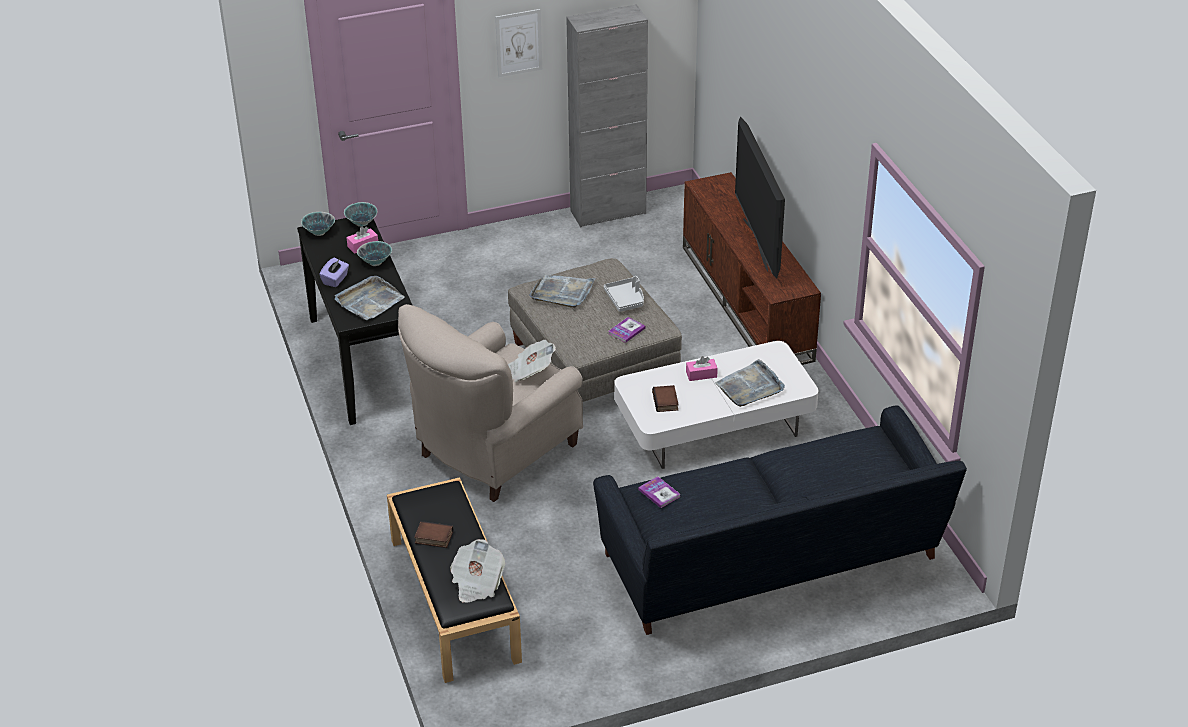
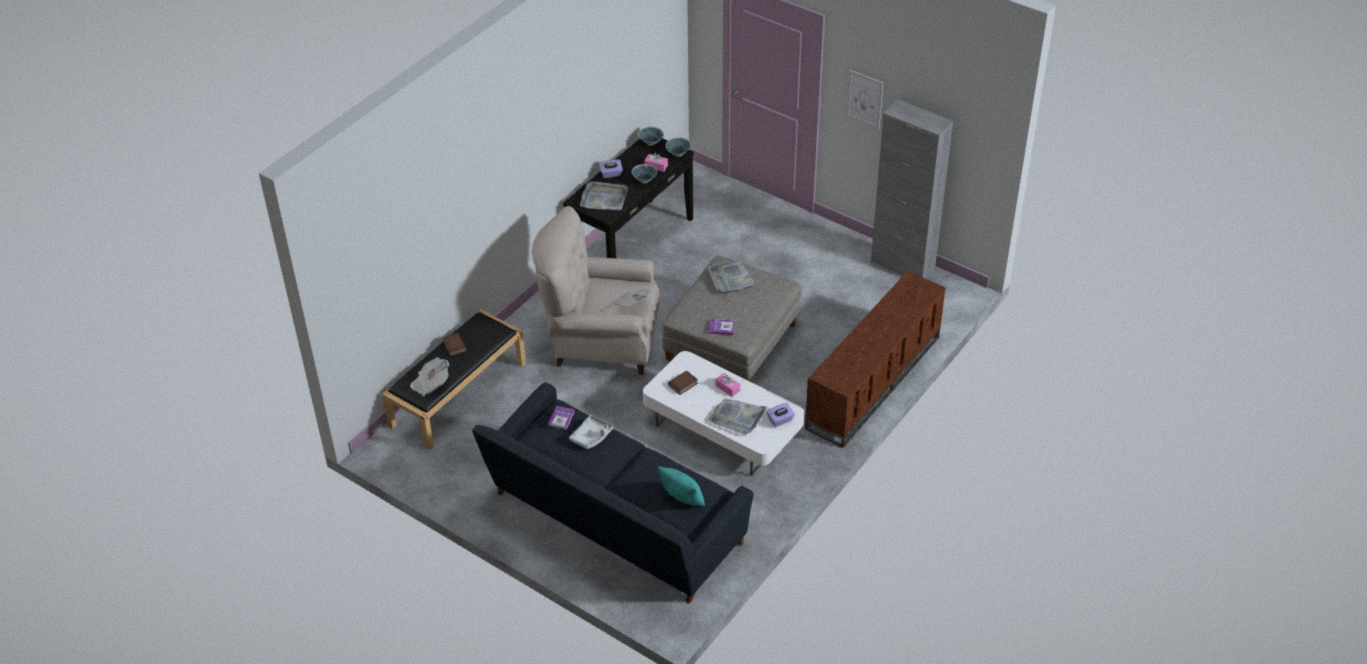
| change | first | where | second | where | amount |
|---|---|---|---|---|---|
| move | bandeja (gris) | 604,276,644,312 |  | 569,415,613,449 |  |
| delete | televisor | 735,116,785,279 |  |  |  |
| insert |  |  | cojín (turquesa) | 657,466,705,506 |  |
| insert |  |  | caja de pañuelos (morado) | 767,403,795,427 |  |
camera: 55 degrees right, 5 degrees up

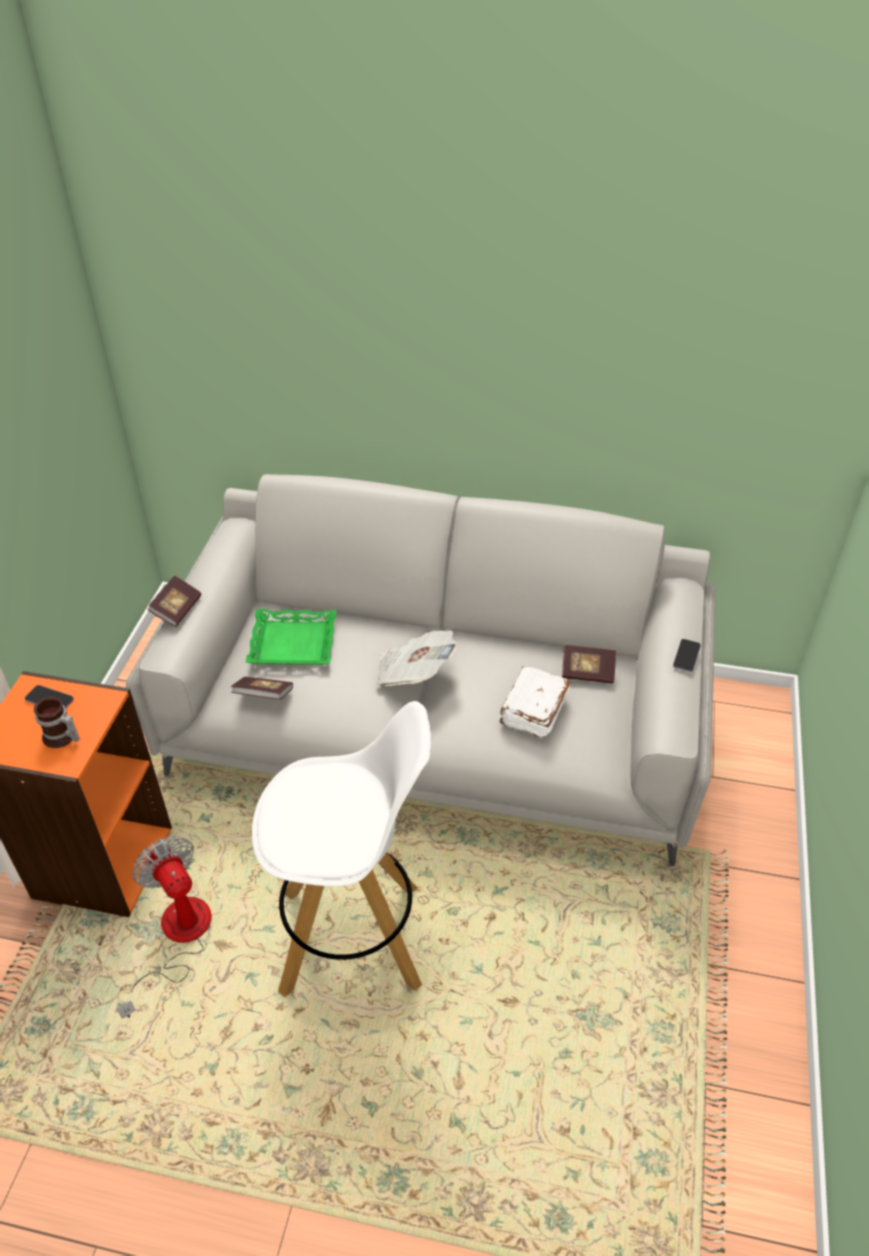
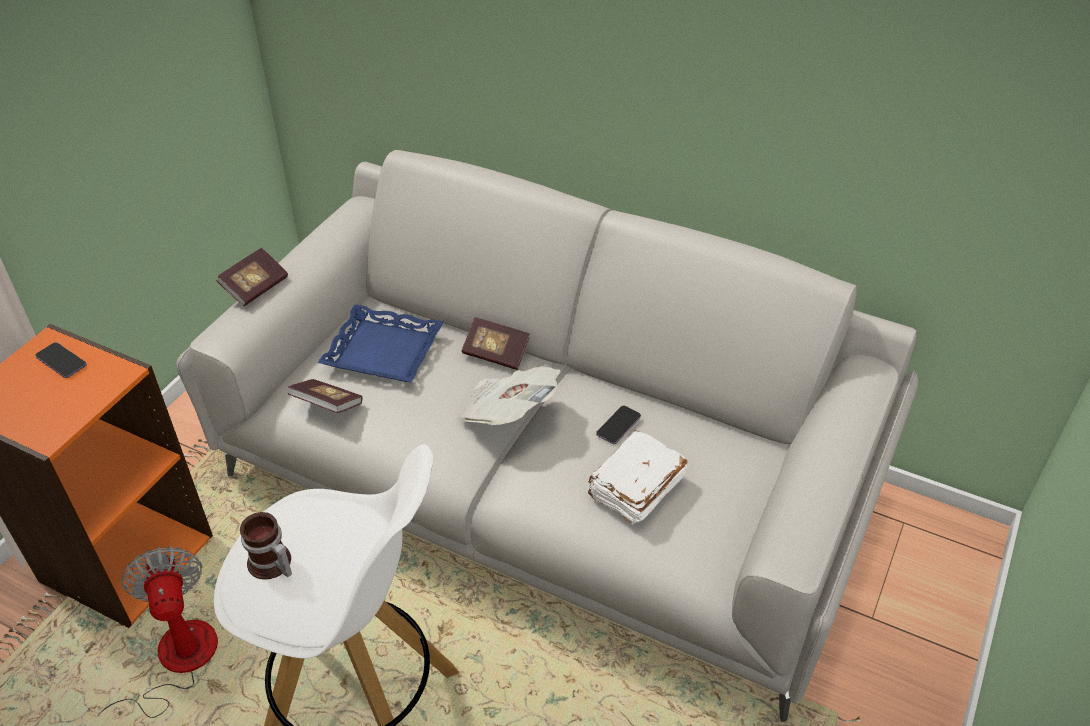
| change | first | where | second | where | amount |
|---|---|---|---|---|---|
| move | taza grande | 34,696,80,748 |  | 240,512,292,580 |  |
| recolor | bandeja (verde) | 245,609,337,665 | bandeja (azul) | 318,304,444,382 |  |
| move | libro | 562,645,616,683 |  | 462,317,530,370 |  |
| move | móvil | 673,639,701,672 |  | 596,405,641,444 |  |
camera: 15 degrees right, 0 degrees up

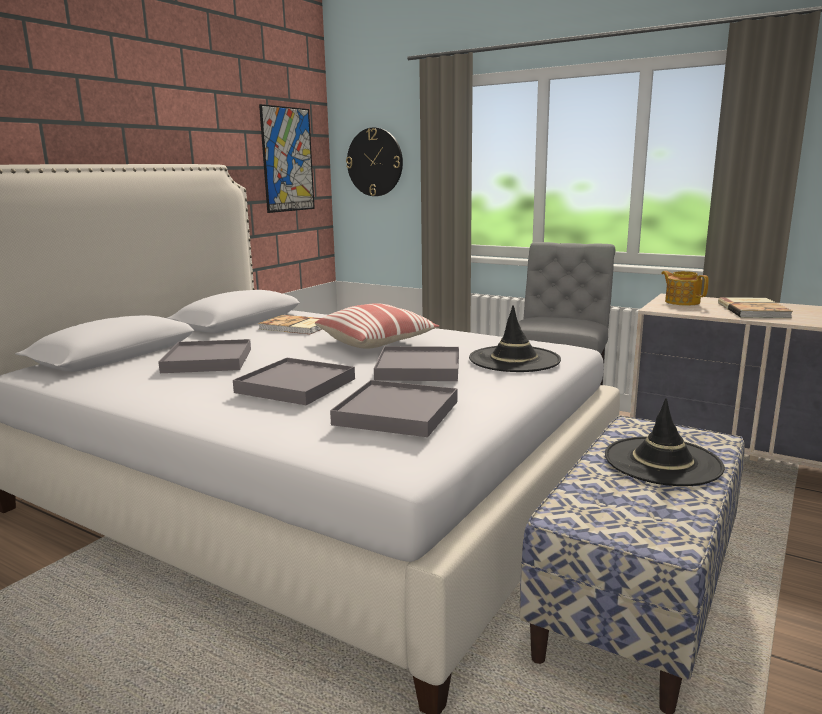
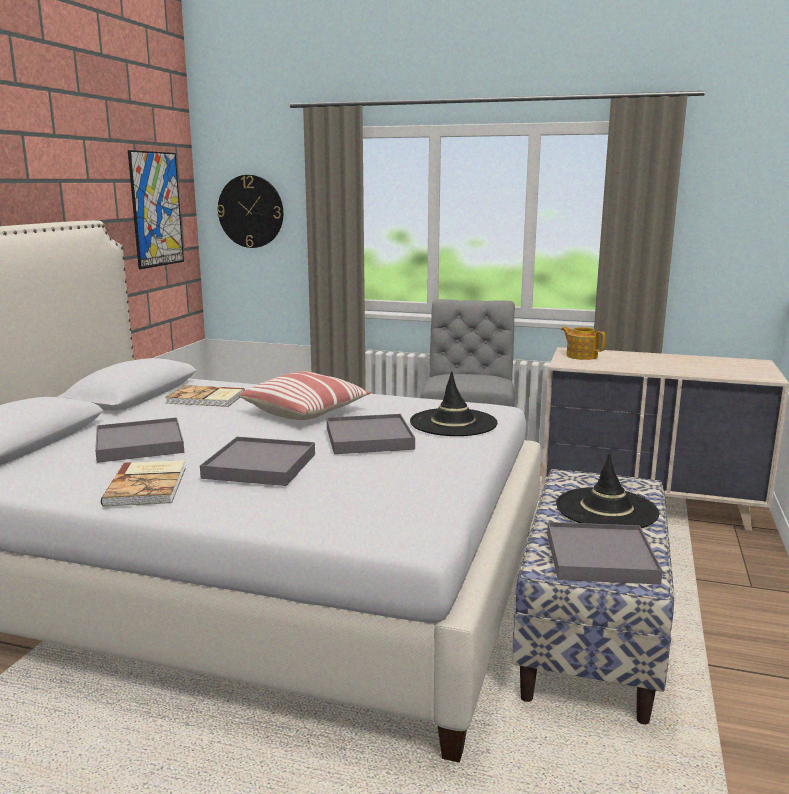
| change | first | where | second | where | amount |
|---|---|---|---|---|---|
| move | bandeja (gris) | 330,380,457,437 |  | 547,522,663,584 |  |
| move | libro | 718,297,793,318 |  | 101,460,186,507 |  |
camera: 15 degrees left, 0 degrees up

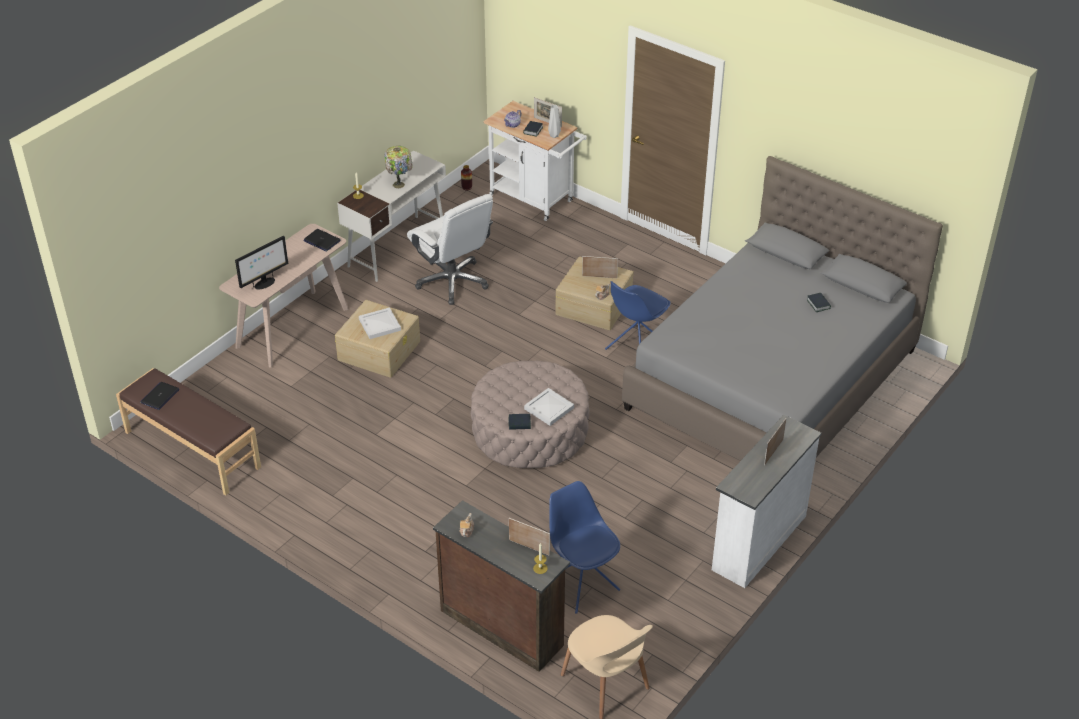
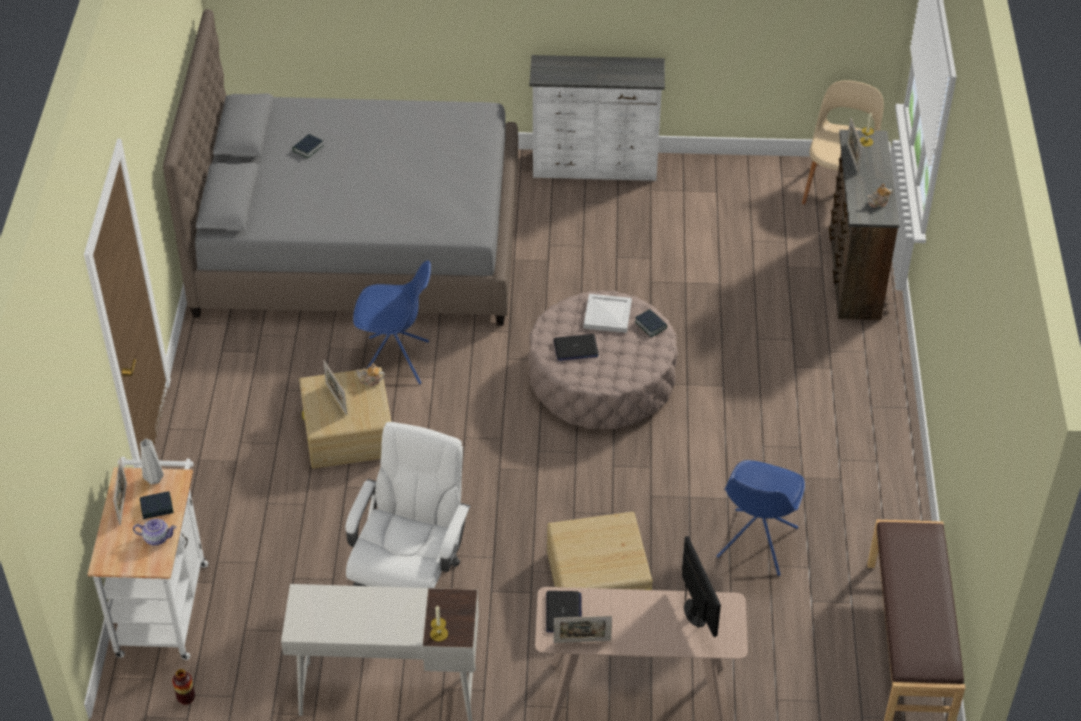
| change | first | where | second | where | amount |
|---|---|---|---|---|---|
| move | portátil | 140,382,180,410 |  | 553,334,599,361 |  |
| rotate | monitor | 235,236,288,289 |  | 682,536,721,637 | 60 degrees clockwise |
| delete | bandeja (blanco) | 359,307,401,339 |  |  |  |
| delete | lámpara de mesa | 385,146,412,188 |  |  |  |
| move | silla (azul) | 549,481,620,614 |  | 717,460,805,576 |  |
| move | portarretratos | 764,418,786,465 |  | 554,616,612,643 |  |
camera: 125 degrees left, 5 degrees up

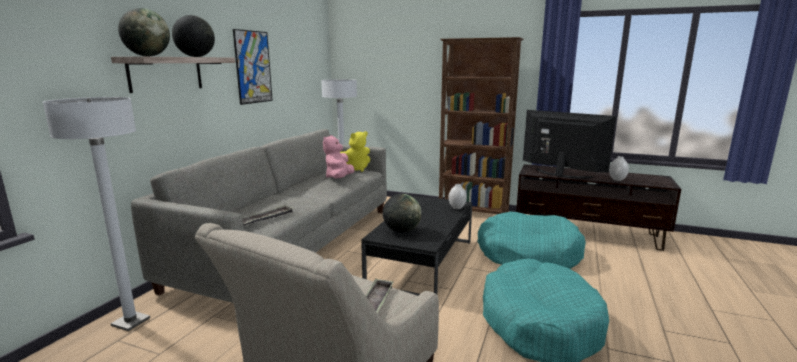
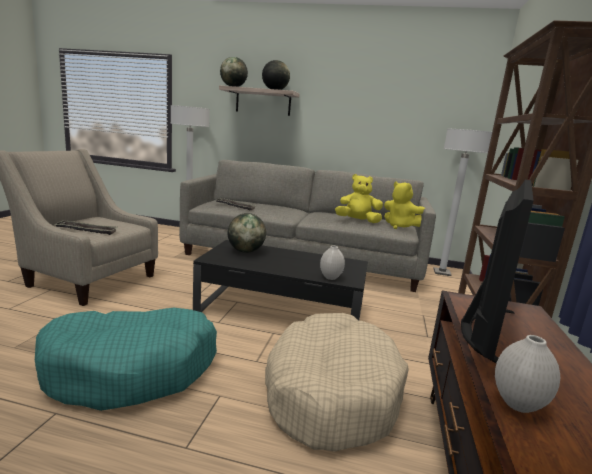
| change | first | where | second | where | amount |
|---|---|---|---|---|---|
| delete | cuadro | 233,29,273,105 |  |  |  |
| recolor | peluche (rosa) | 323,135,355,178 | peluche (amarillo) | 335,174,383,223 |  |
| recolor | cama para perro (turquesa) | 478,212,586,269 | cama para perro (beis) | 265,313,409,452 |  |
camera: 80 degrees right, 0 degrees up

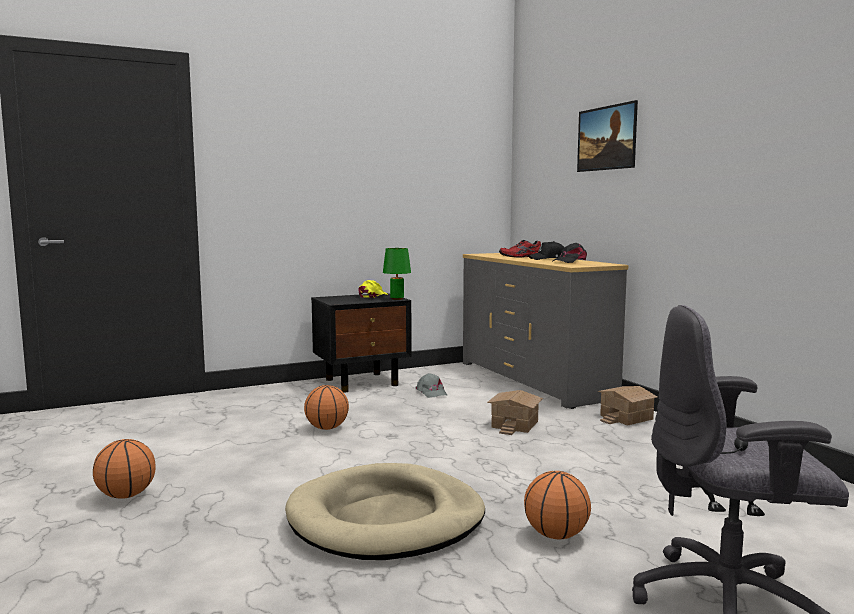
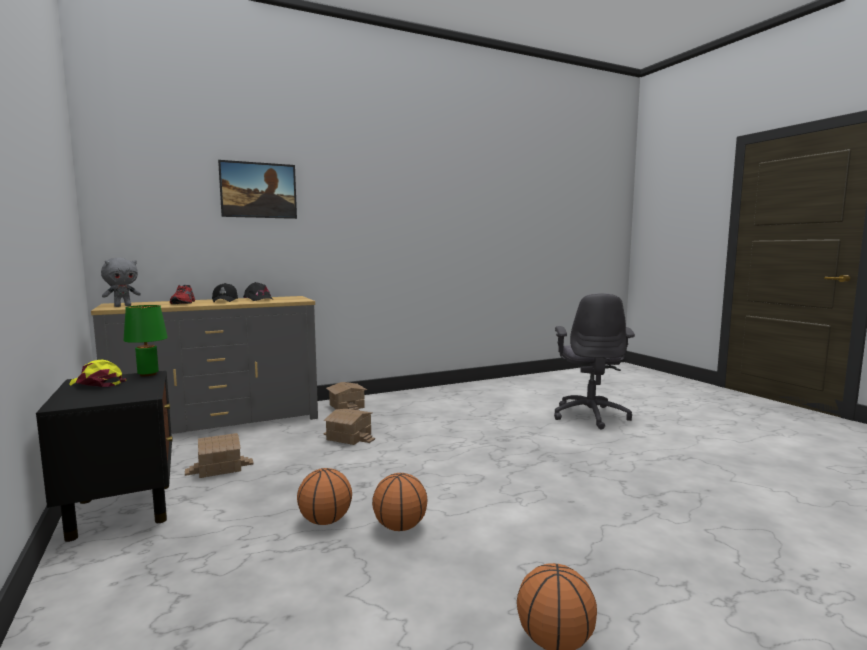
| change | first | where | second | where | amount |
|---|---|---|---|---|---|
| delete | cama para perro (beis) | 285,463,485,560 |  |  |  |
| replace | gorra (gris) | 415,373,448,398 | casita | 185,433,254,478 |  |
| move | balón de baloncesto | 524,471,591,539 |  | 372,473,428,531 |  |
| insert |  |  | peluche (gris) | 101,258,141,307 |  |
camera: 90 degrees left, 0 degrees up

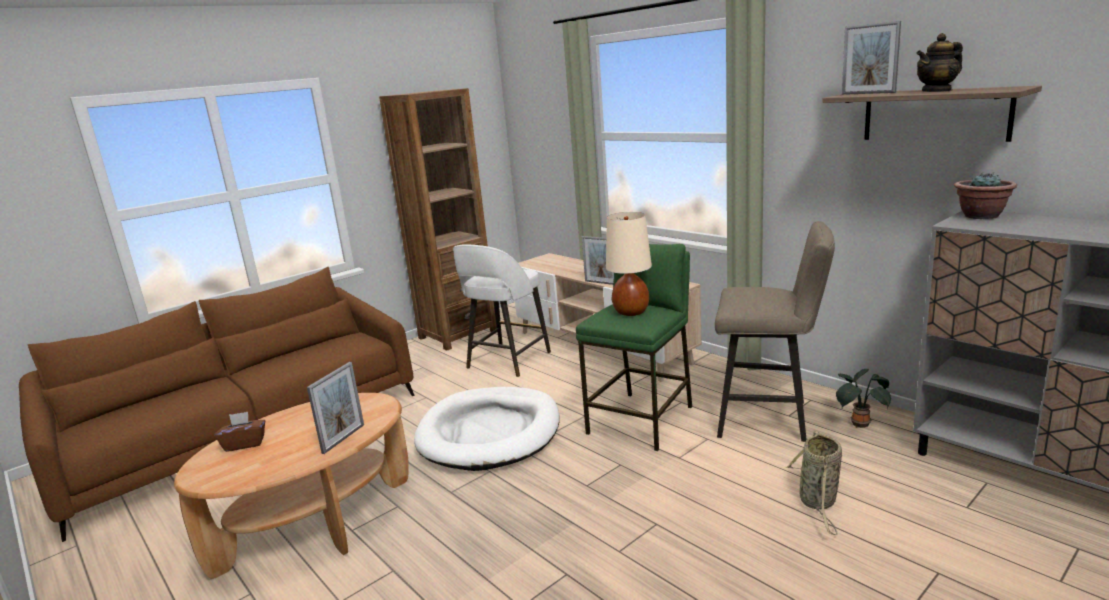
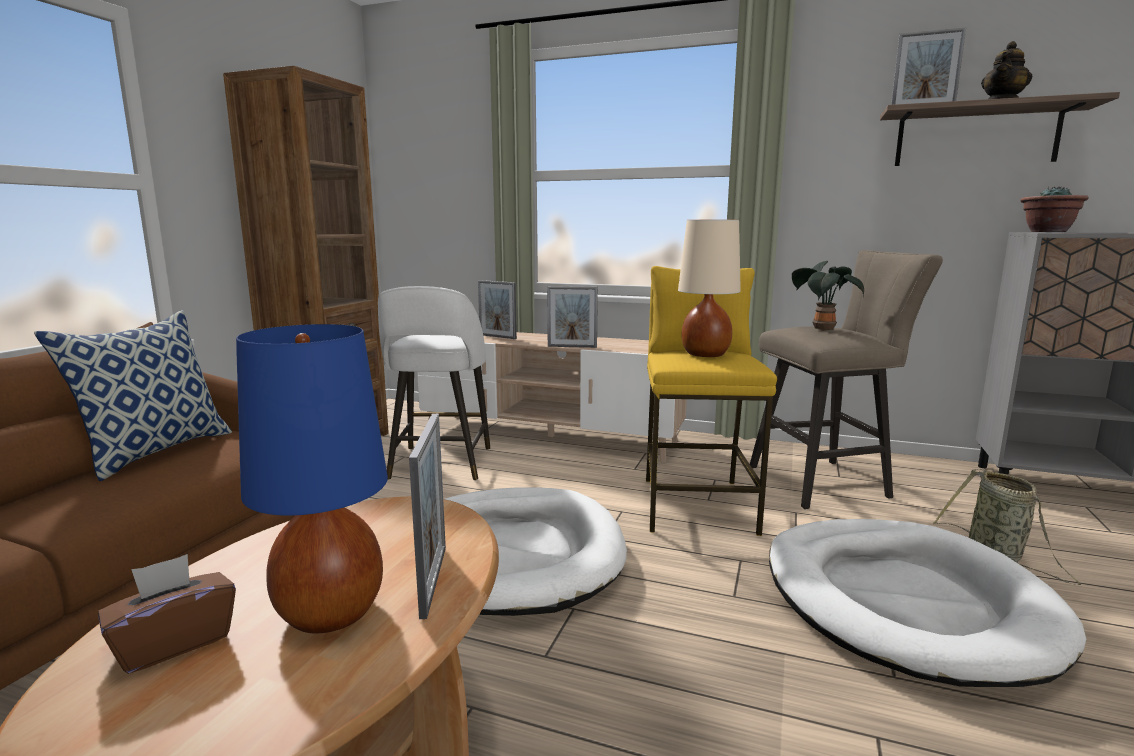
| change | first | where | second | where | amount |
|---|---|---|---|---|---|
| recolor | taburete (verde) | 576,244,692,451 | taburete (amarillo) | 646,266,777,536 |  |
| move | planta en maceta | 836,369,891,428 |  | 792,261,864,331 |  |
| insert |  |  | cojín | 34,310,232,481 |  |
| insert |  |  | lámpara de mesa (azul) | 236,324,388,633 |  |
| insert |  |  | portarretratos | 478,280,517,339 |  |
| insert |  |  | cama para perro (blanco) | 769,519,1086,687 |  |
camera: 30 degrees left, 5 degrees down

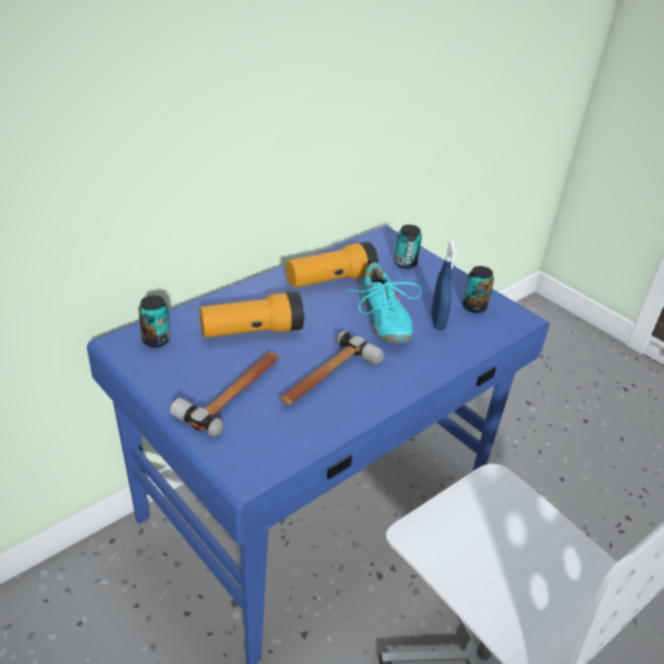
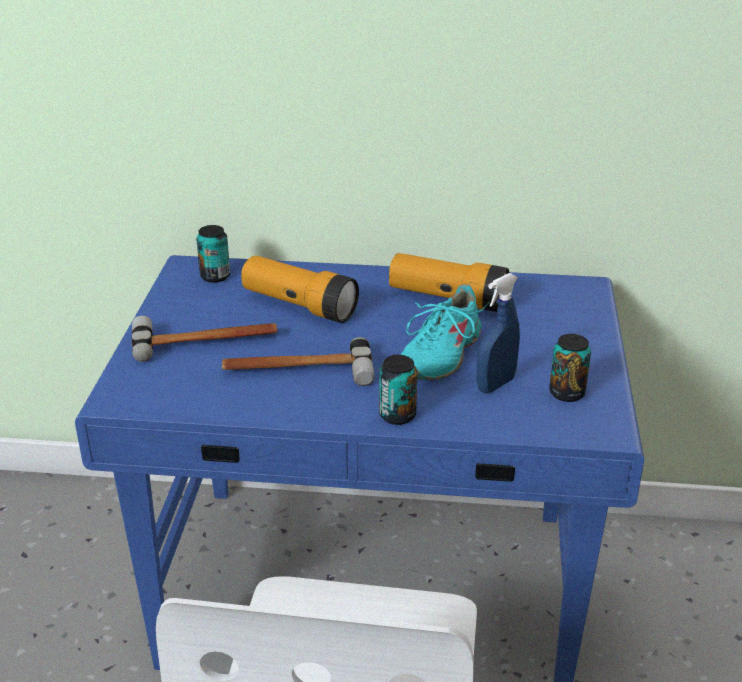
| change | first | where | second | where | amount |
|---|---|---|---|---|---|
| move | lata | 395,225,422,269 |  | 379,355,417,425 |  |
camera: 50 degrees right, 5 degrees down

